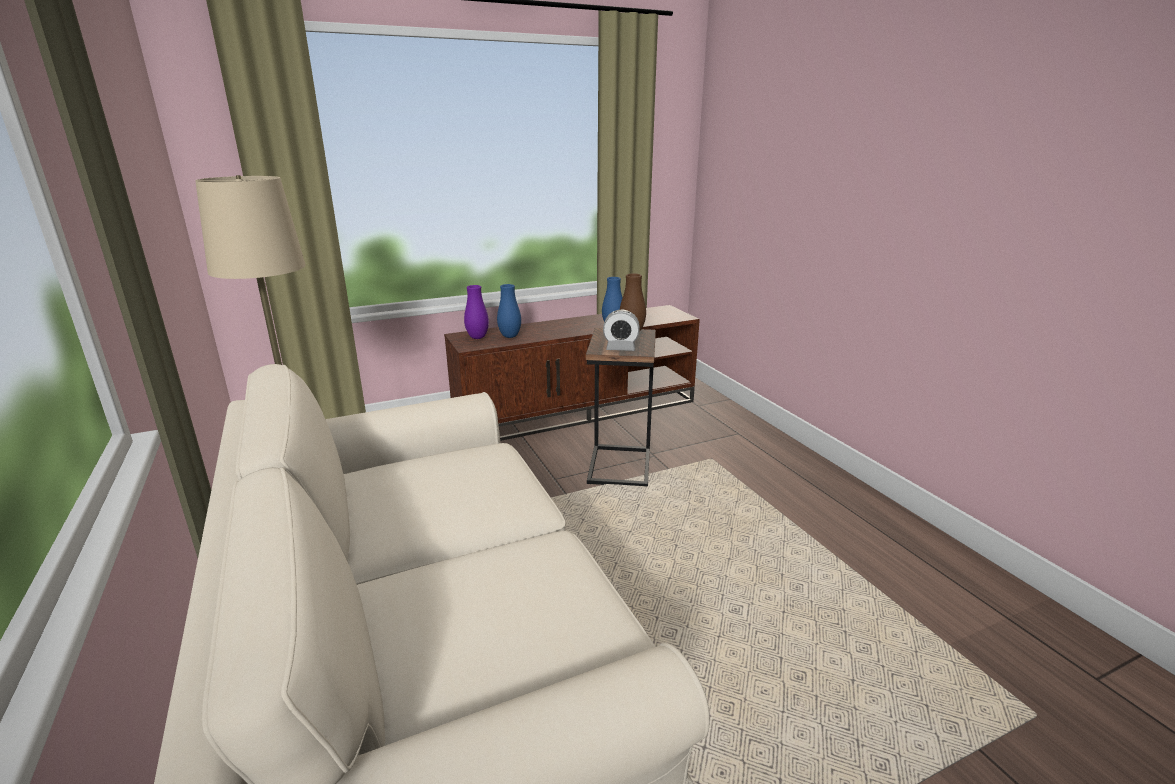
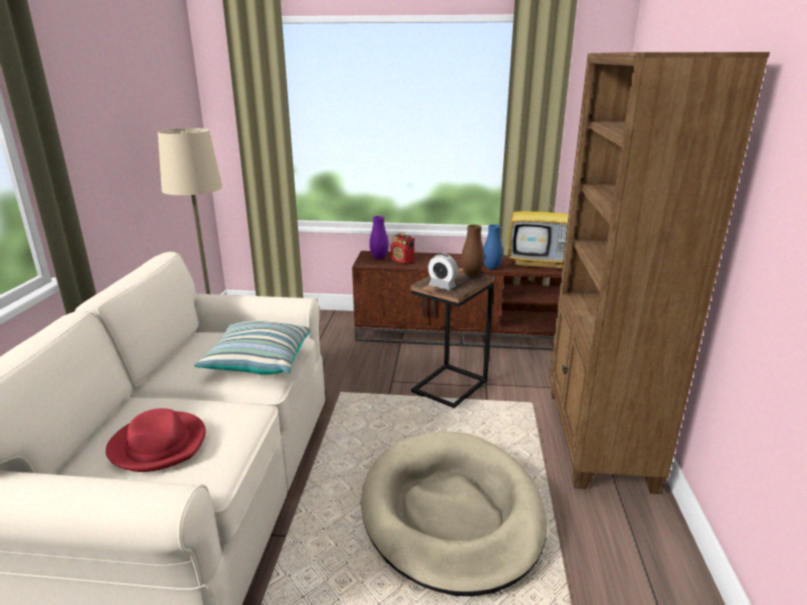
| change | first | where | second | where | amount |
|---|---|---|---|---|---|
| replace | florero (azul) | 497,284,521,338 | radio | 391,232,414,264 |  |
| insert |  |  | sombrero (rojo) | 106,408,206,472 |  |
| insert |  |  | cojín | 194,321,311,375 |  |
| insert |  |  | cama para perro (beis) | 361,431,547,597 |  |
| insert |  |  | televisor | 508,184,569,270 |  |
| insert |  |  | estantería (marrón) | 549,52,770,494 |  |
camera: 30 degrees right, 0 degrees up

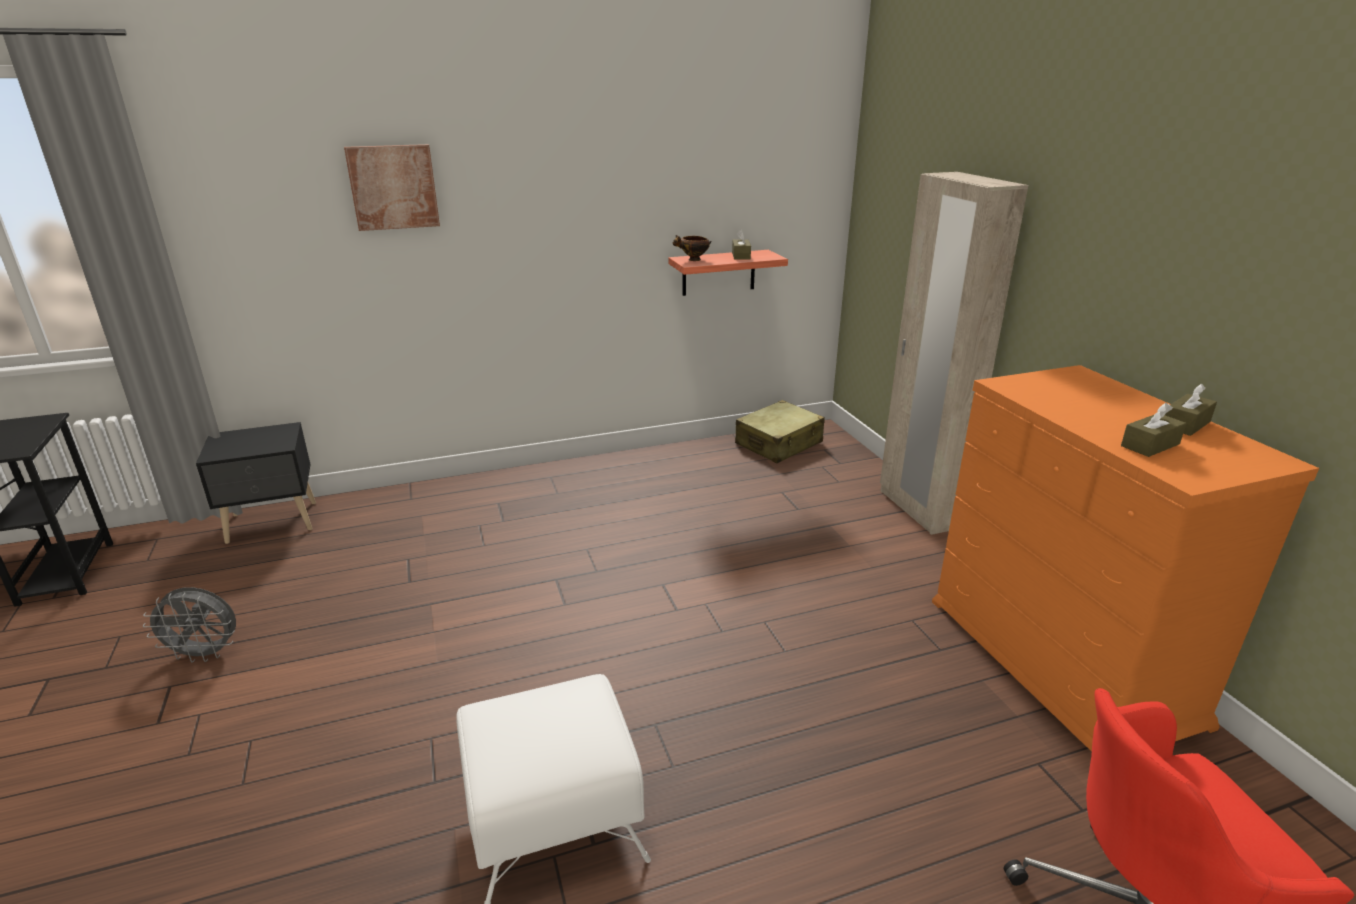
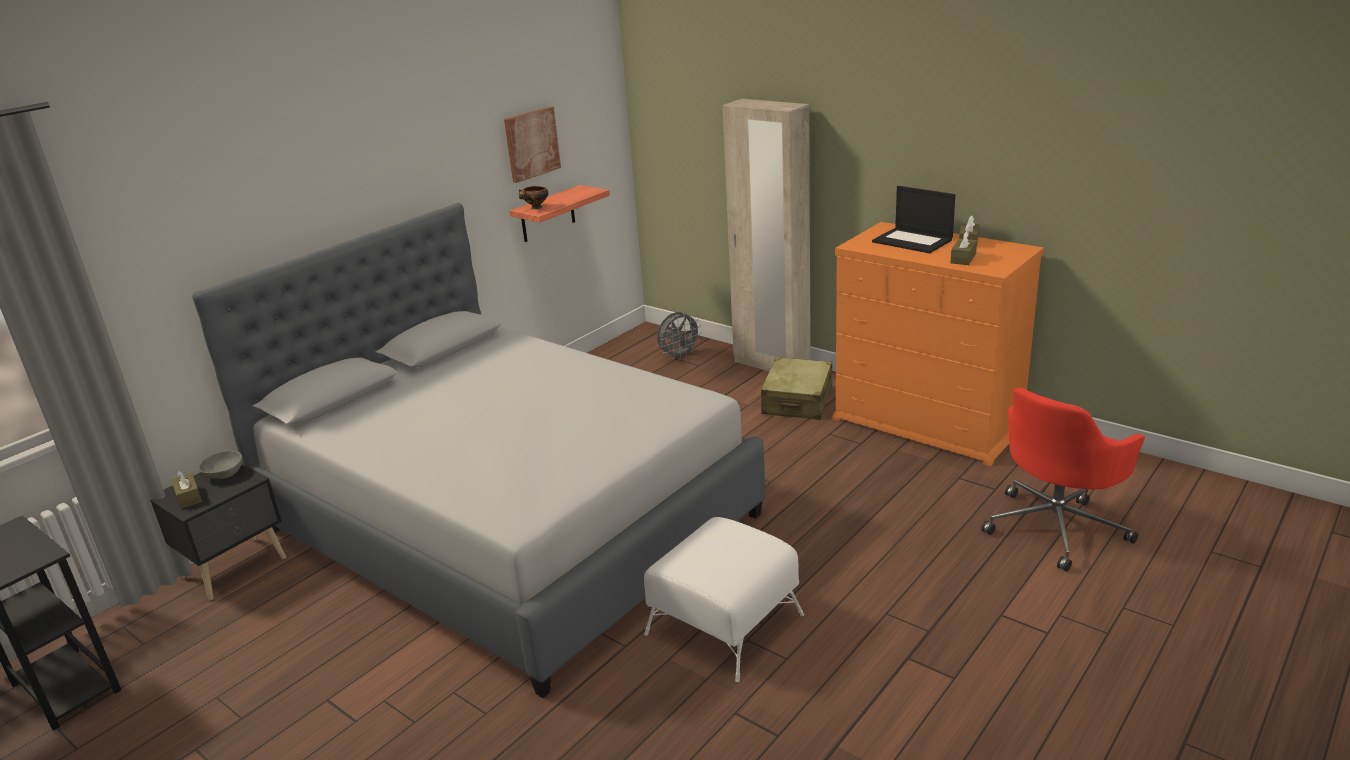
| change | first | where | second | where | amount |
|---|---|---|---|---|---|
| move | ventilador (gris) | 143,587,236,663 |  | 657,312,701,359 |  |
| move | cuadro | 344,144,440,231 |  | 504,106,561,183 |  |
| move | caja de pañuelos (marrón) | 732,229,751,260 |  | 171,470,202,509 |  |
| move | maleta (beis) | 735,400,825,463 |  | 761,357,832,420 |  |
| insert |  |  | cama (gris) | 192,203,766,698 |  |
| insert |  |  | cuenco (gris) | 198,451,243,479 |  |
| insert |  |  | portátil | 872,186,955,253 |  |
camera: 30 degrees left, 0 degrees up

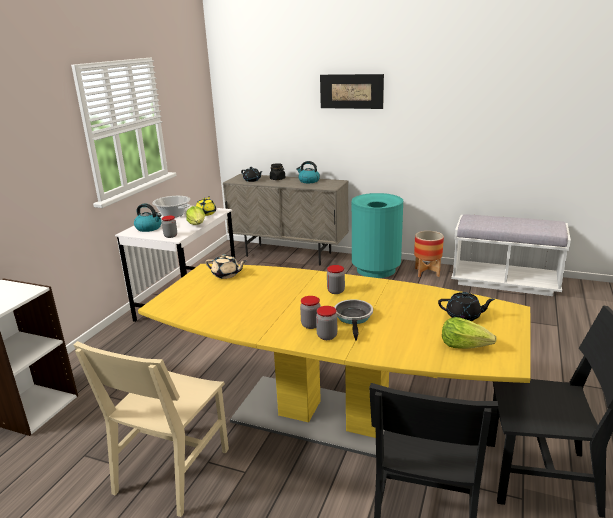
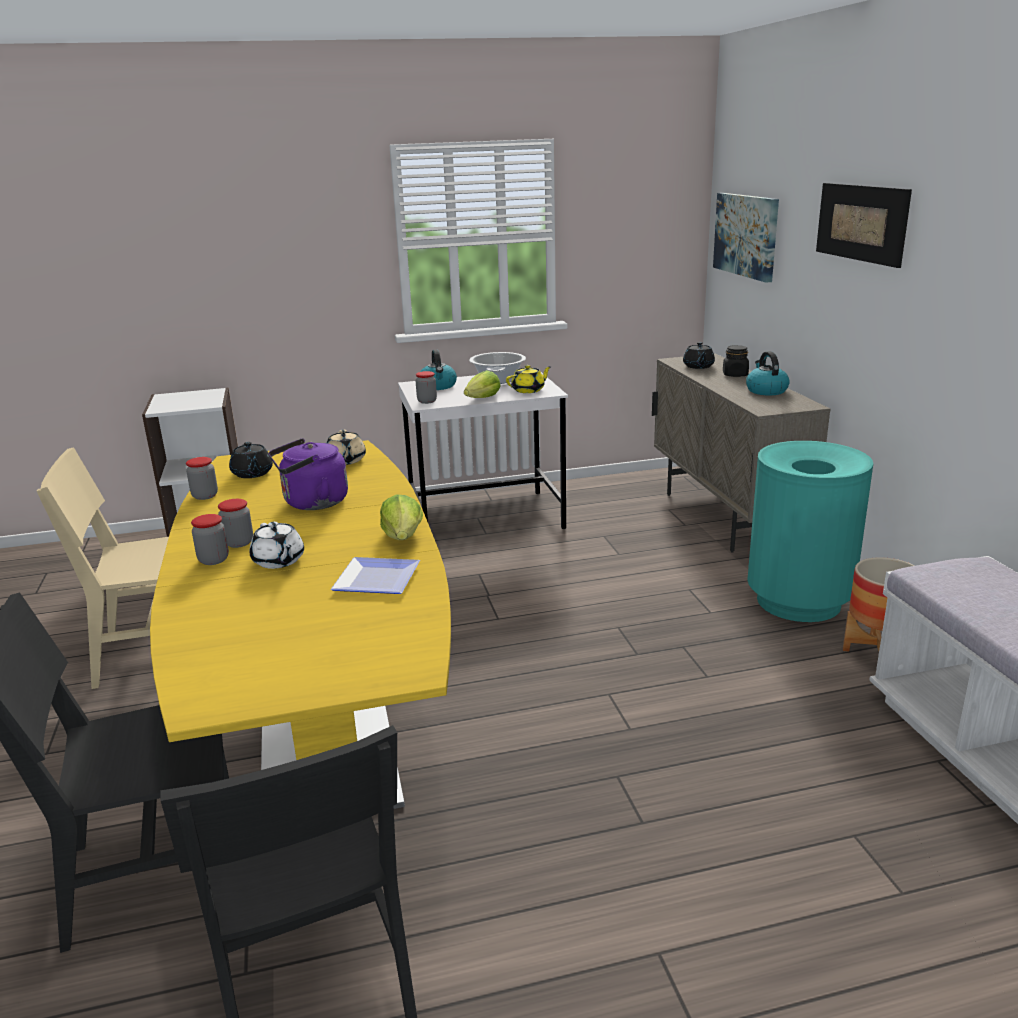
| change | first | where | second | where | amount |
|---|---|---|---|---|---|
| move | tarro | 327,265,345,294 |  | 186,457,218,500 |  |
| replace | sartén | 334,299,373,341 | tetera (blanco) | 249,522,304,569 |  |
| move | tetera (negro) | 438,292,495,321 |  | 229,442,273,478 |  |
| move | lechuga | 442,317,497,349 |  | 380,494,423,540 |  |
| insert |  |  | hervidor (morado) | 269,438,348,510 |  |
| insert |  |  | plato | 331,557,420,594 |  |
| insert |  |  | cuadro | 713,193,779,283 |  |
camera: 55 degrees right, 0 degrees up

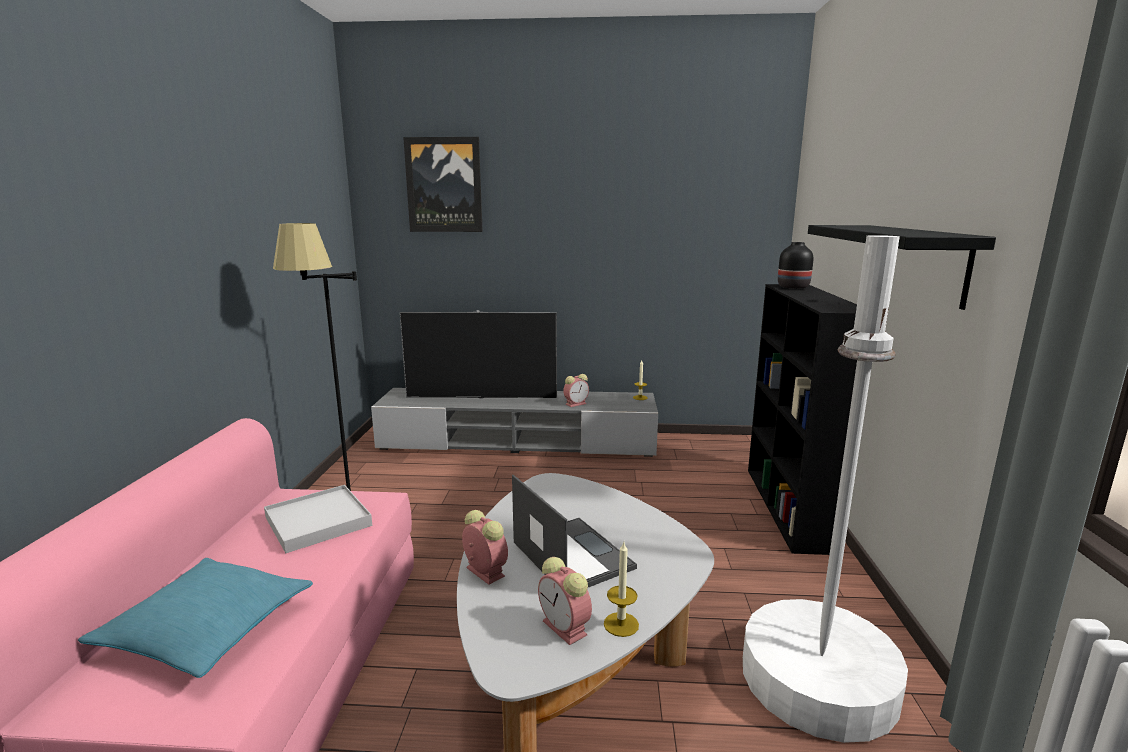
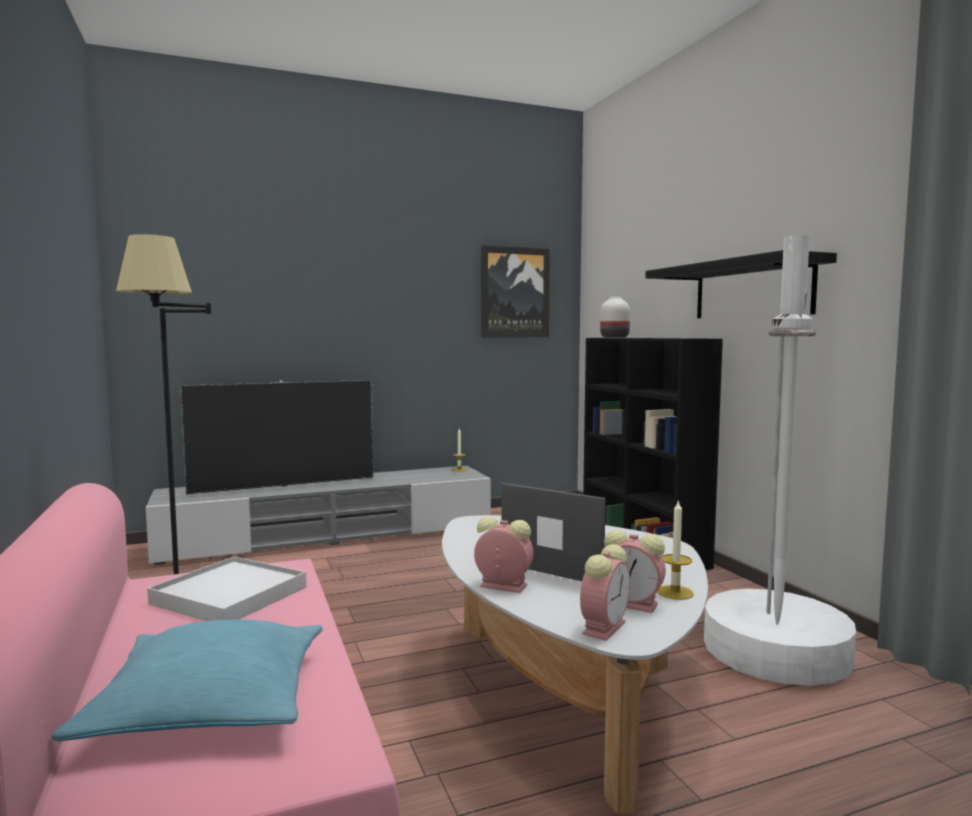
| change | first | where | second | where | amount |
|---|---|---|---|---|---|
| move | cuadro | 403,137,483,232 |  | 481,245,550,337 |  |
| move | despertador | 563,374,589,407 |  | 580,544,630,641 |  |
| recolor | florero (negro) | 778,242,814,289 | florero (blanco) | 600,296,630,338 |  |
camera: 25 degrees left, 10 degrees down

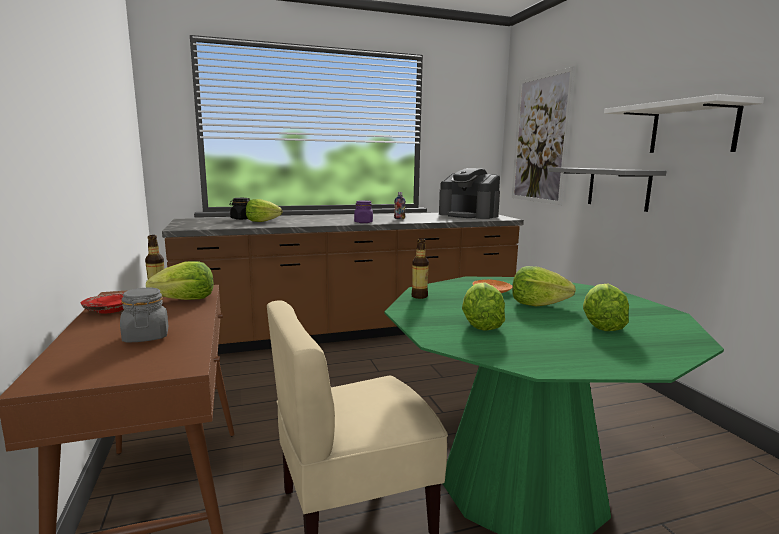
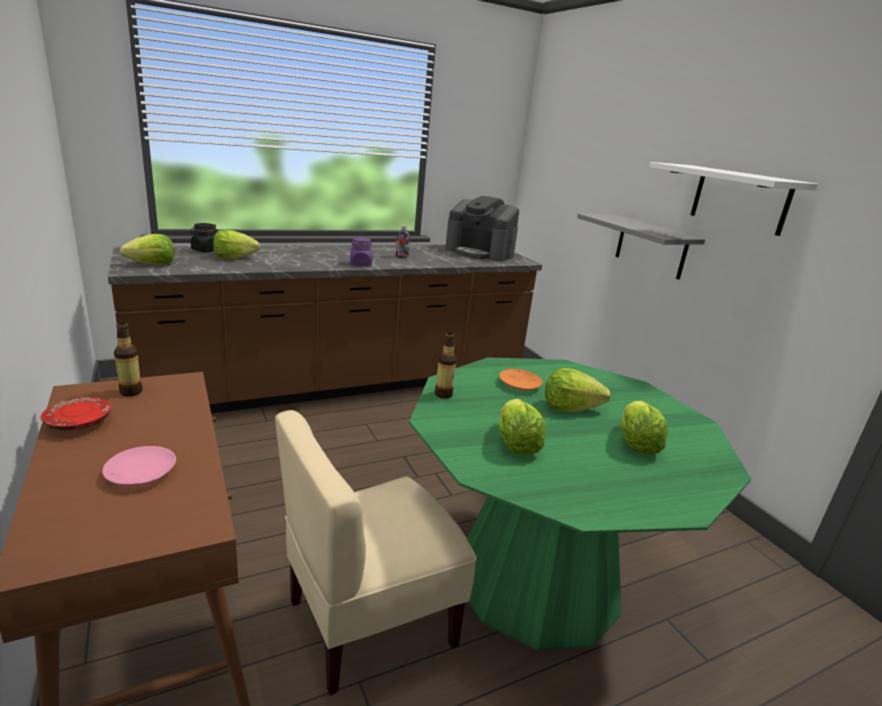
| change | first | where | second | where | amount |
|---|---|---|---|---|---|
| replace | tarro (gris) | 120,288,168,343 | plato (rosa) | 102,446,176,486 |  |
| move | lechuga | 146,261,214,300 |  | 120,234,175,264 |  |
| delete | cuadro | 512,66,575,205 |  |  |  |
camera: 10 degrees left, 10 degrees up

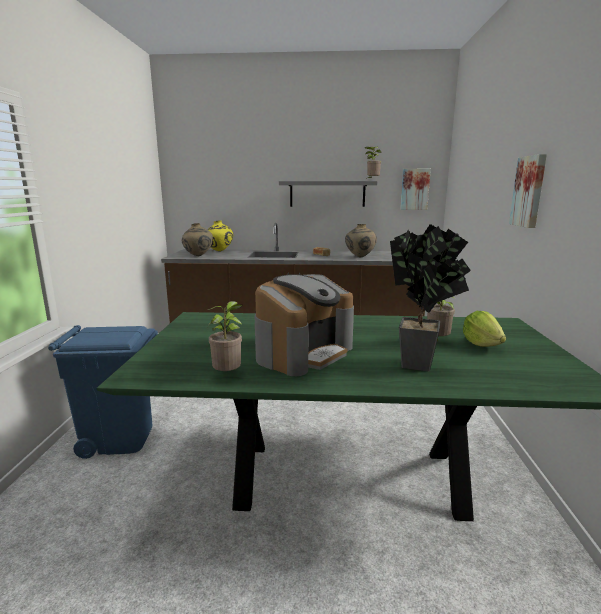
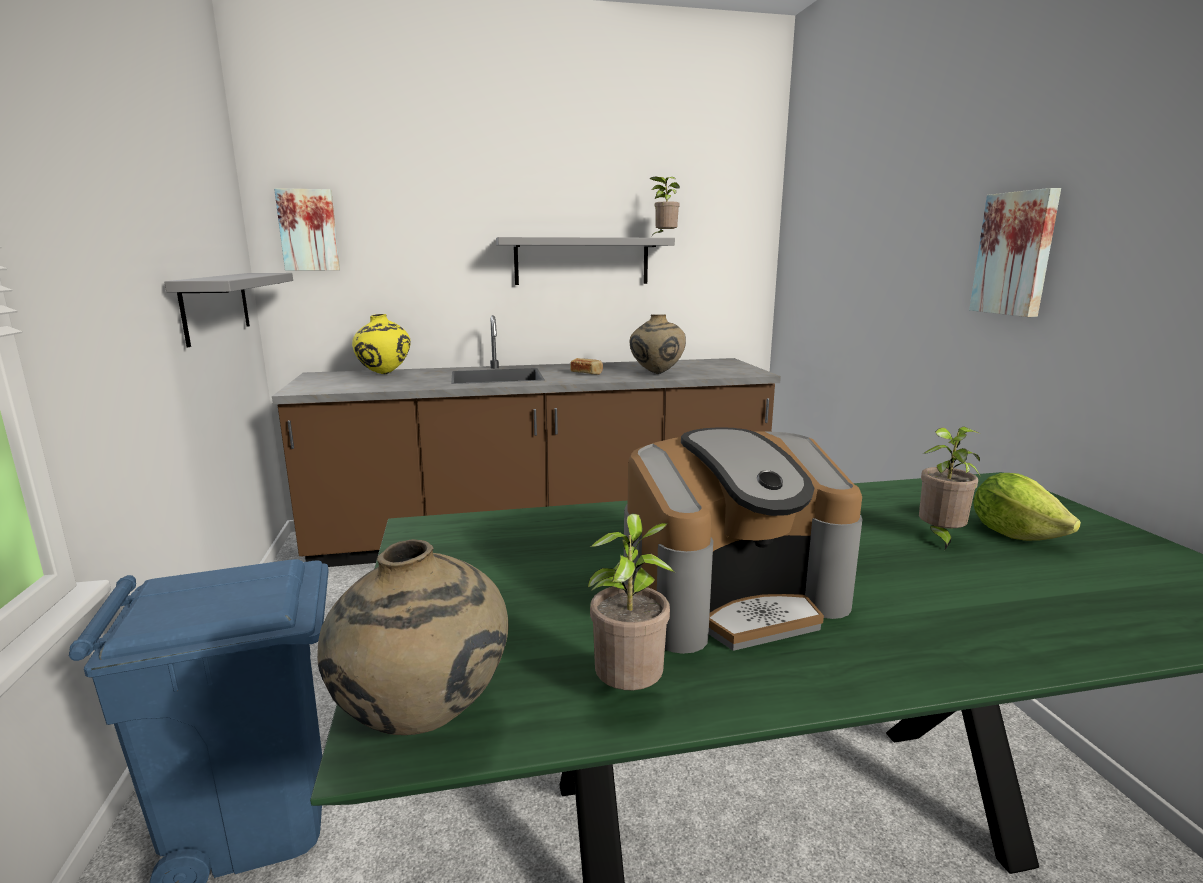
| change | first | where | second | where | amount |
|---|---|---|---|---|---|
| move | florero (beis) | 182,223,213,256 |  | 317,539,508,735 |  |
| rotate | cafetera | 254,274,354,376 |  | 623,427,862,654 | 45 degrees clockwise |
| delete | planta en maceta | 390,224,471,372 |  |  |  |
| move | cuadro | 400,169,431,210 |  | 274,188,340,271 |  |
| insert |  |  | estante (gris) | 165,273,293,347 |  |
camera: 15 degrees left, 0 degrees up

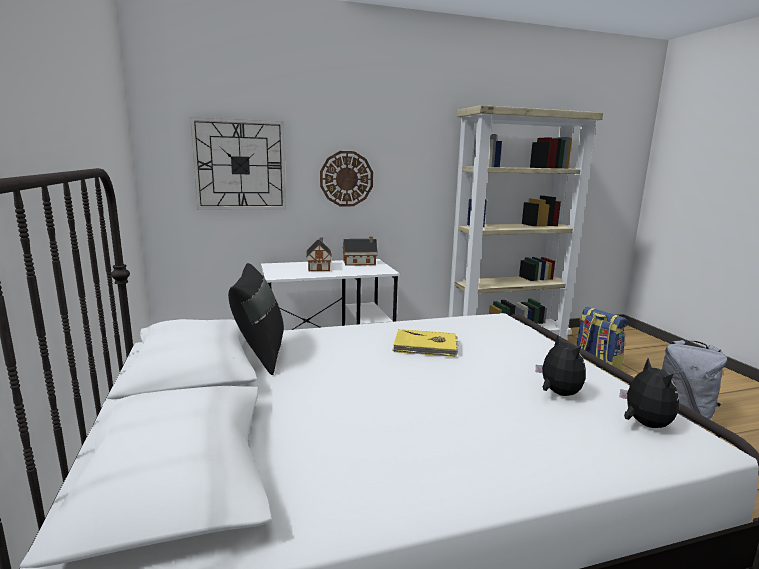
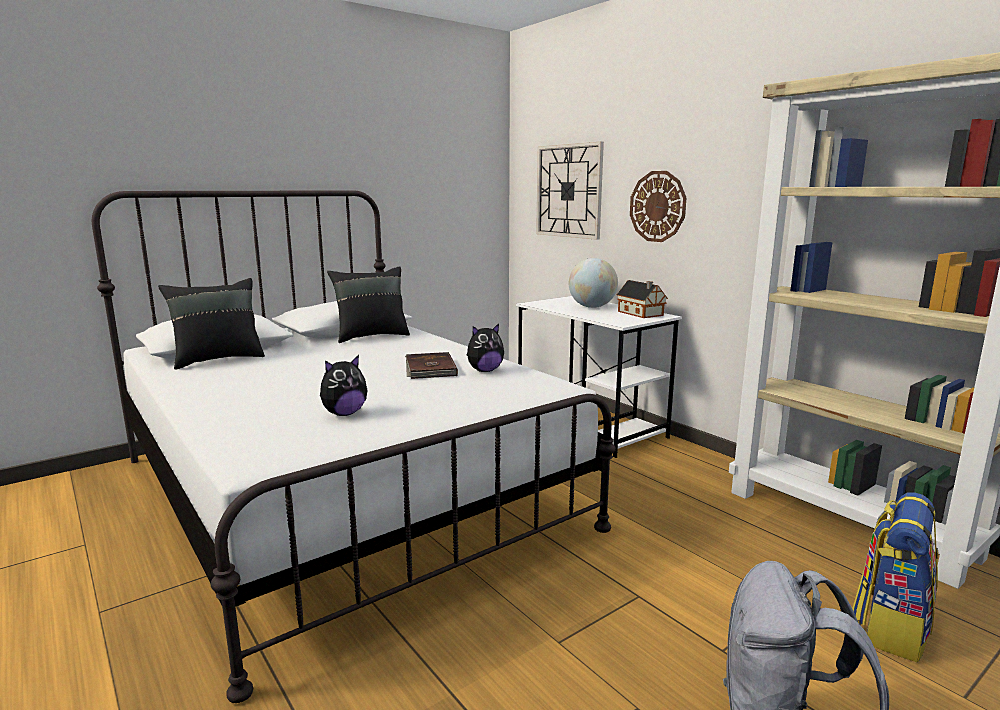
| change | first | where | second | where | amount |
|---|---|---|---|---|---|
| replace | casita | 306,237,332,272 | globo terráqueo | 569,258,618,308 |  |
| recolor | libro (amarillo) | 392,329,458,357 | libro (marrón) | 405,352,458,379 |  |
| move | peluche | 620,357,679,428 |  | 467,324,504,372 |  |
| insert |  |  | cojín (negro) | 158,278,265,370 |  |
camera: 70 degrees right, 0 degrees up

